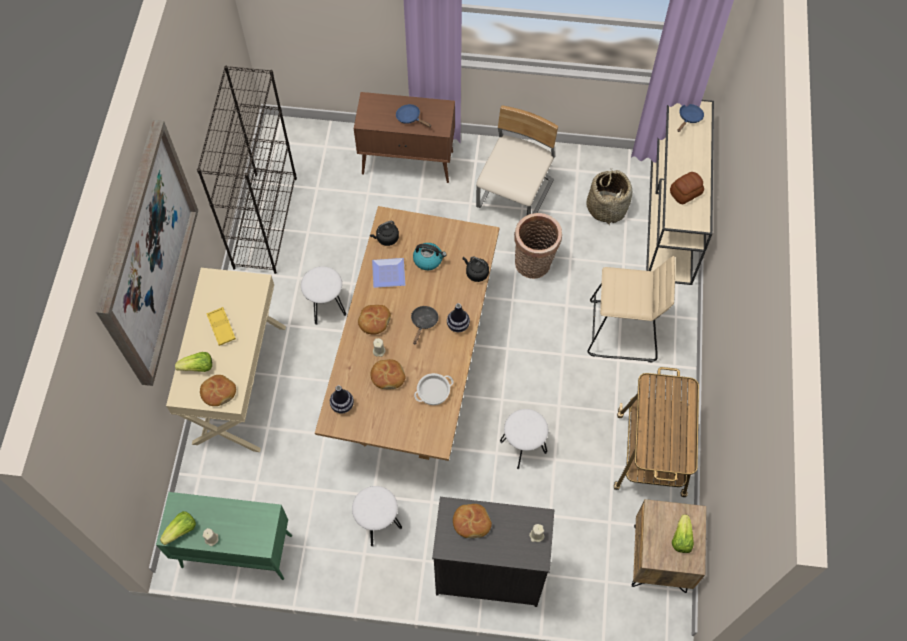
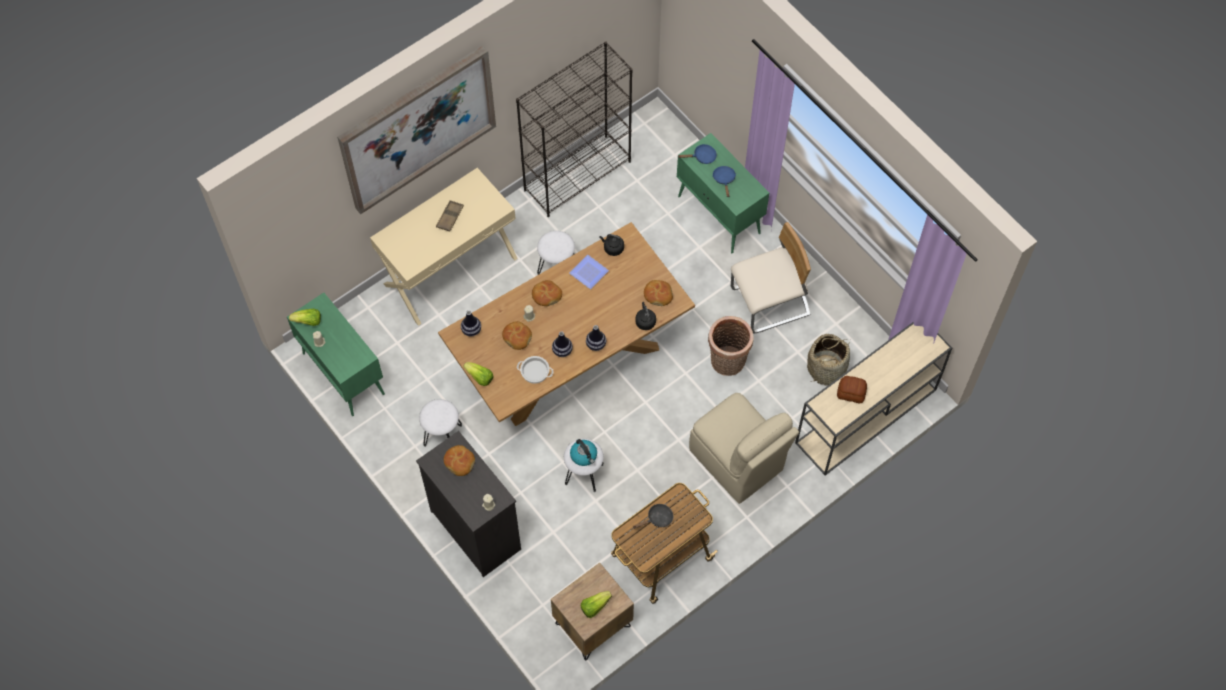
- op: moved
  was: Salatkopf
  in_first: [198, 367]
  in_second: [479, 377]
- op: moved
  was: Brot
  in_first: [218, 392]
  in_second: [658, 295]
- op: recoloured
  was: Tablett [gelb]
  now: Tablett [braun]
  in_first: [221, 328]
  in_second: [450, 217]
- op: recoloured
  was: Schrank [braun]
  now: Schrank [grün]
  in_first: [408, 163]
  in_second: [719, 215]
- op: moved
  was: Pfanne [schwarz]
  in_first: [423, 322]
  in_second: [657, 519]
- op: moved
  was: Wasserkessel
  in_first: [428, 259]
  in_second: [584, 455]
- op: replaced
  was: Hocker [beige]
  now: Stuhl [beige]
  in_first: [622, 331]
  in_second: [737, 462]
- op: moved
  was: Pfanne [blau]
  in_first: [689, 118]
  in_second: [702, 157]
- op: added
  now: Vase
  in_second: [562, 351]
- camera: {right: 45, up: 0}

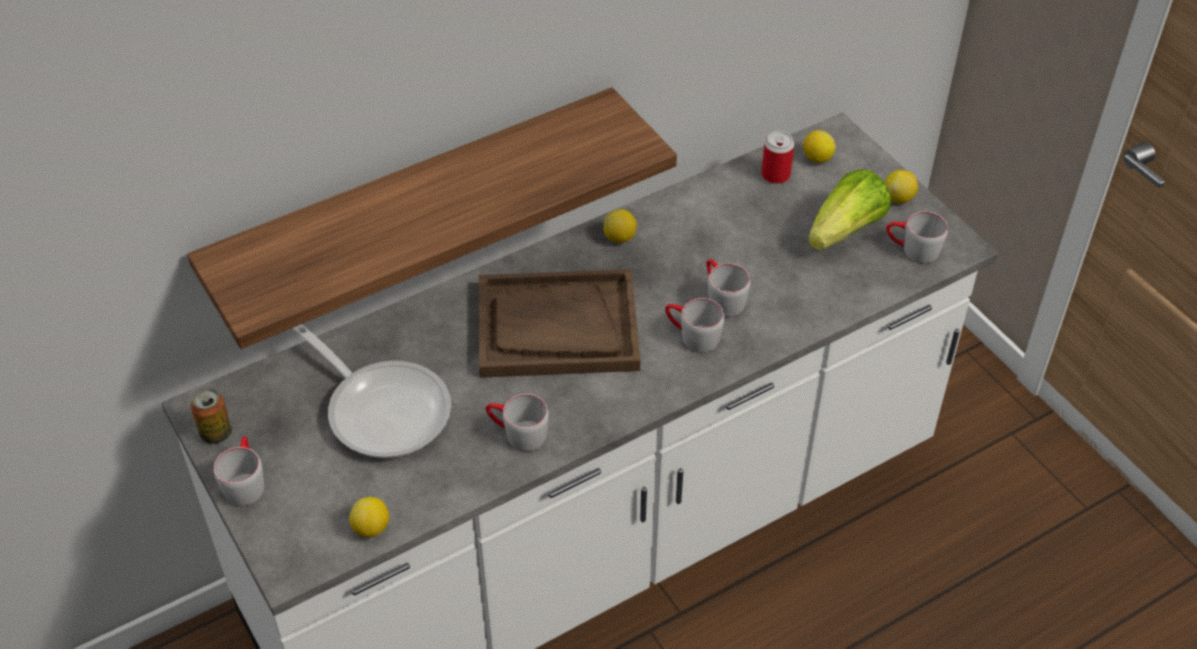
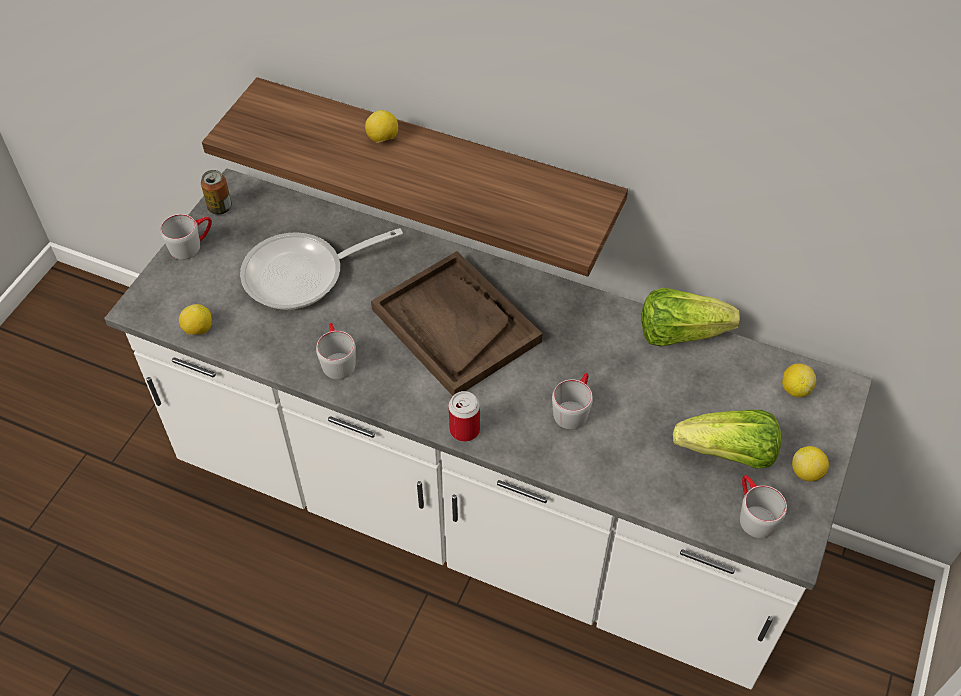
- op: turned
  was: Pfanne
  in_first: [383, 409]
  in_second: [303, 275]
  clockwise: 60
- op: moved
  was: Zitrone
  in_first: [620, 238]
  in_second: [383, 139]
- op: removed
  was: Henkelbecher [grau]
  in_first: [691, 336]
- op: moved
  was: Dose
  in_first: [775, 175]
  in_second: [464, 430]
- op: added
  now: Salatkopf
  in_second: [680, 333]
- camera: {right: 55, up: 5}

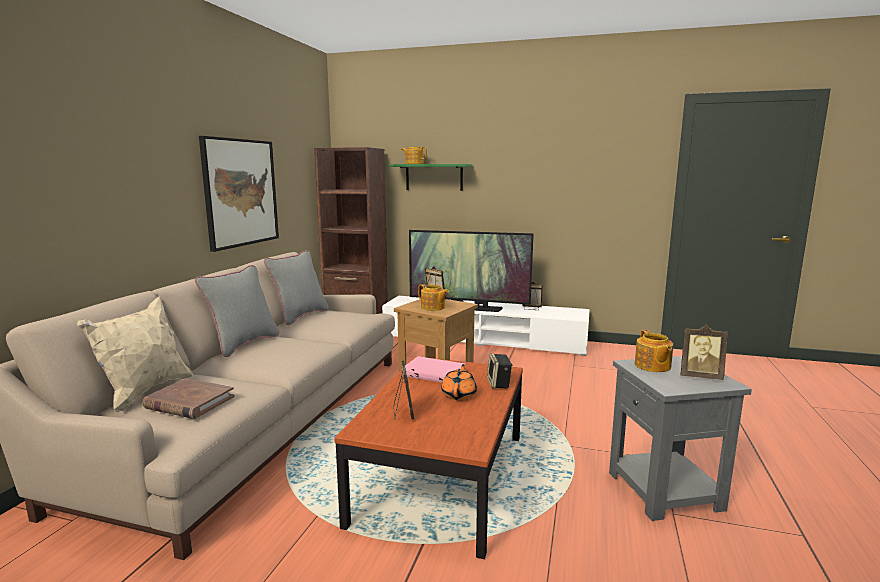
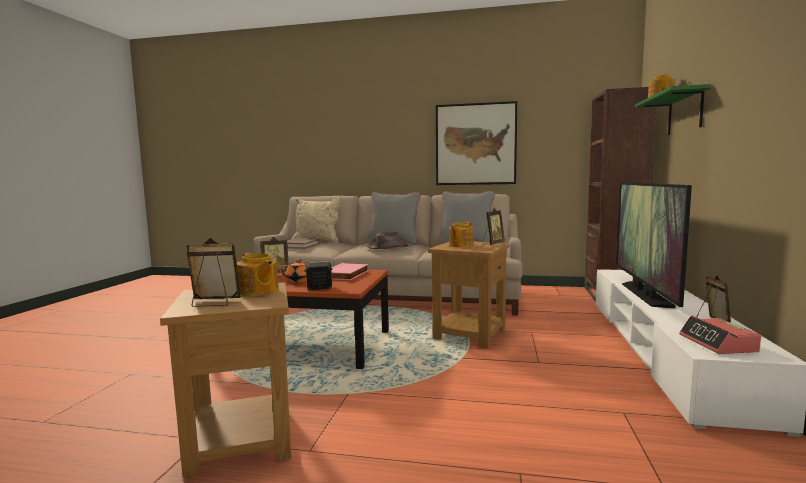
- op: recoloured
  was: Beistelltisch [grau]
  now: Beistelltisch [braun]
  in_first: [665, 491]
  in_second: [240, 441]
- op: turned
  was: Teekanne
  in_first: [652, 366]
  in_second: [258, 291]
  clockwise: -120
- op: turned
  was: Bilderrahmen
  in_first: [700, 376]
  in_second: [214, 303]
  clockwise: 75
- op: added
  now: Hut [braun]
  in_second: [387, 247]
- op: added
  now: Wecker
  in_second: [718, 344]
- camera: {right: 85, up: -5}

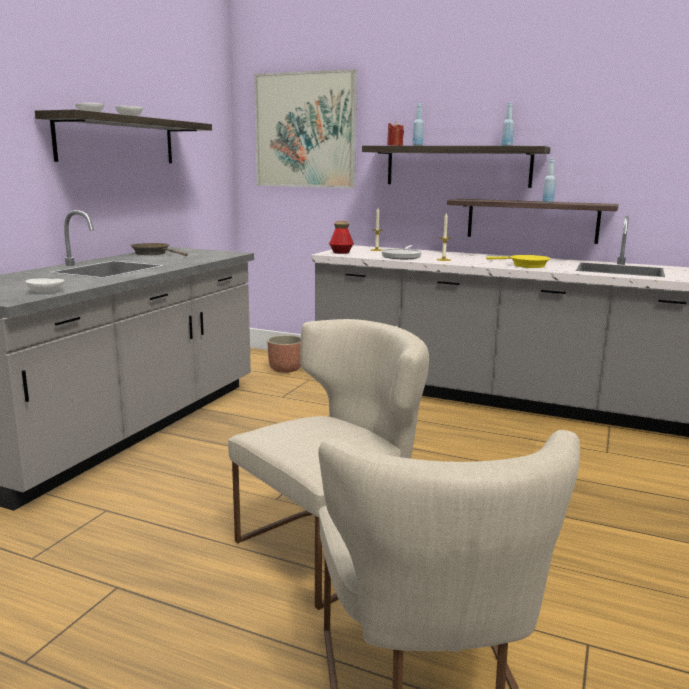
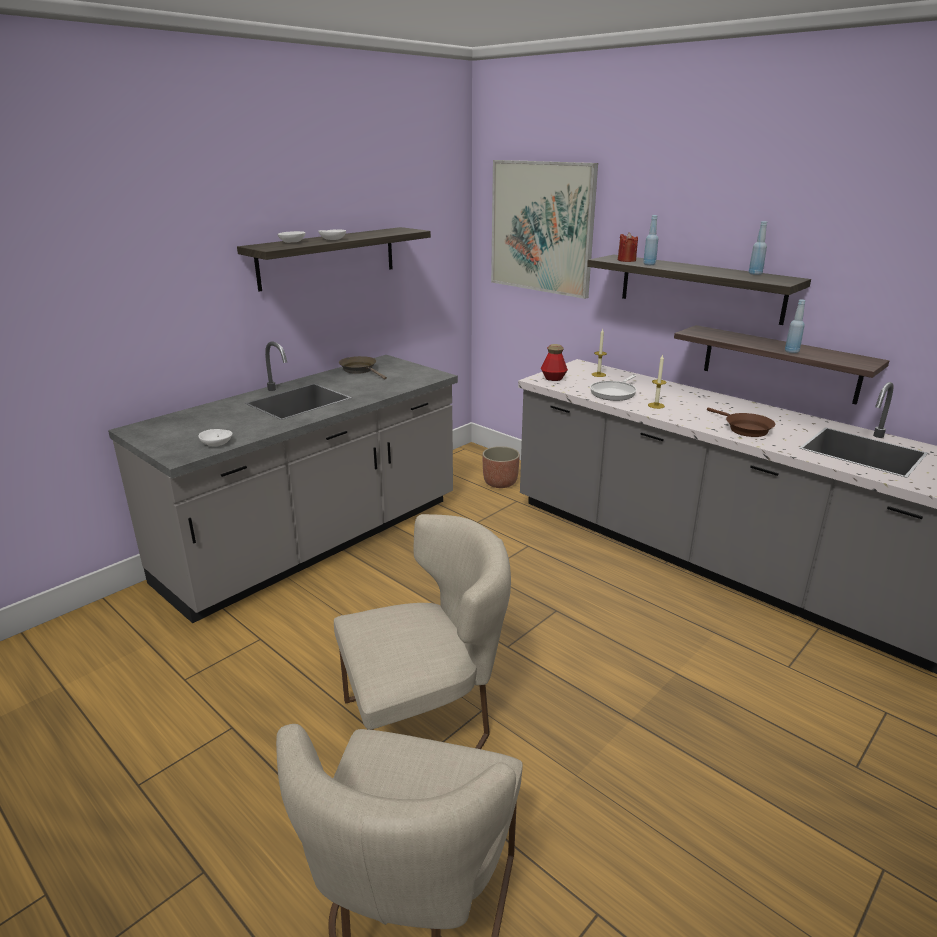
- op: recoloured
  was: Pfanne [gelb]
  now: Pfanne [braun]
  in_first: [525, 265]
  in_second: [744, 429]
- camera: {right: 20, up: 10}

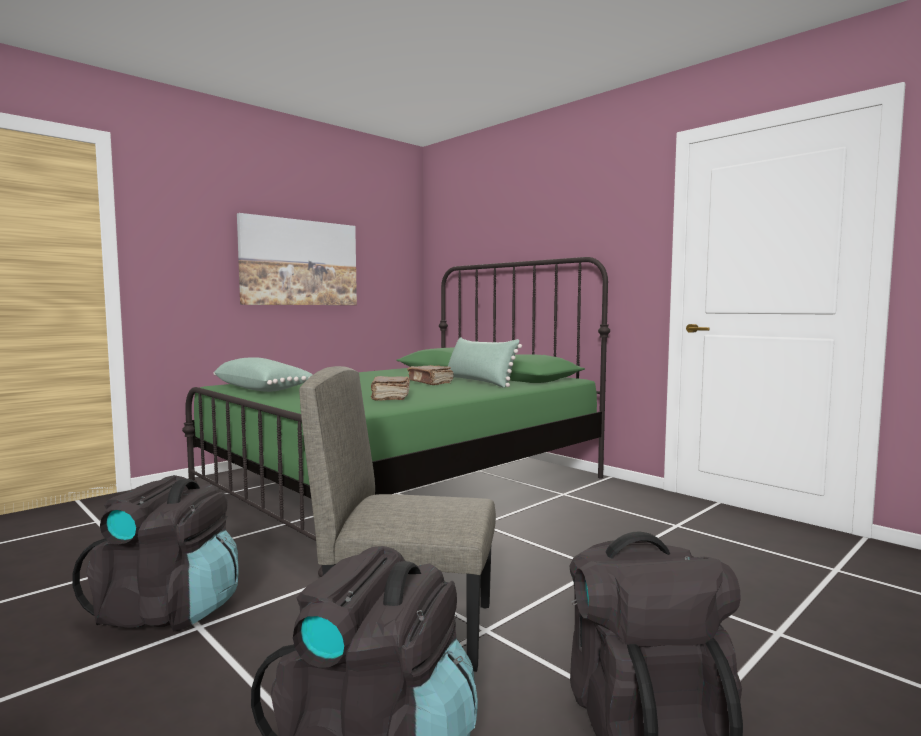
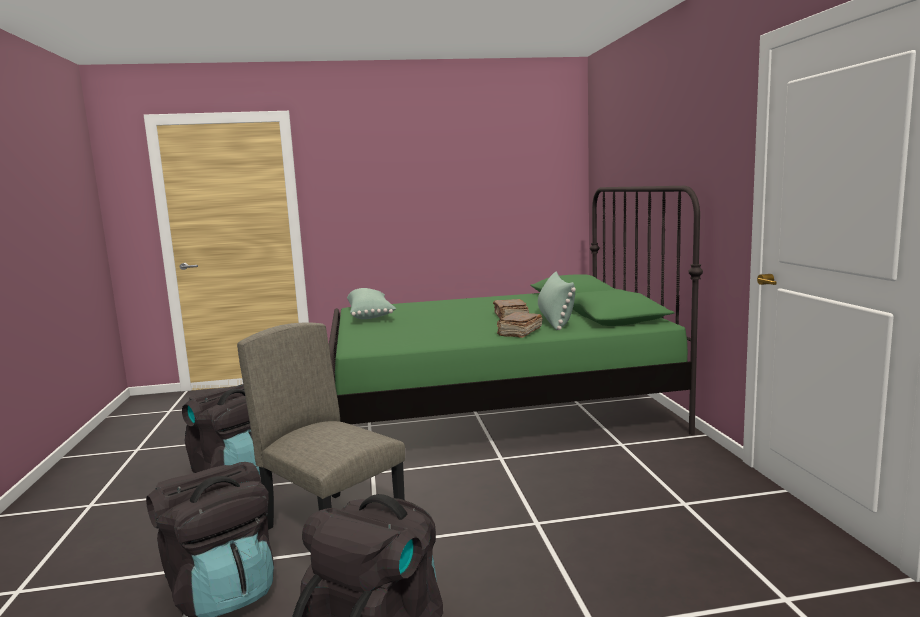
- op: removed
  was: Bild
  in_first: [299, 263]
- op: moved
  was: Buch [braun]
  in_first: [390, 397]
  in_second: [519, 332]
- camera: {right: 35, up: 5}

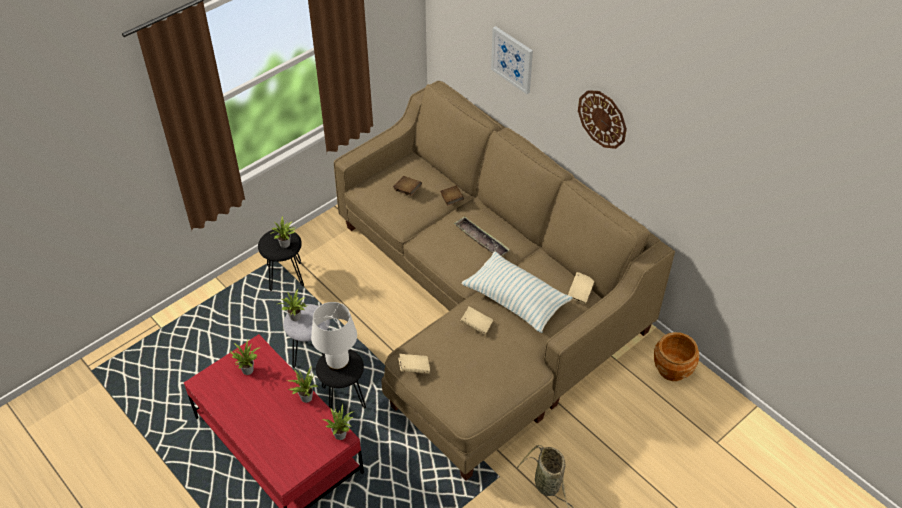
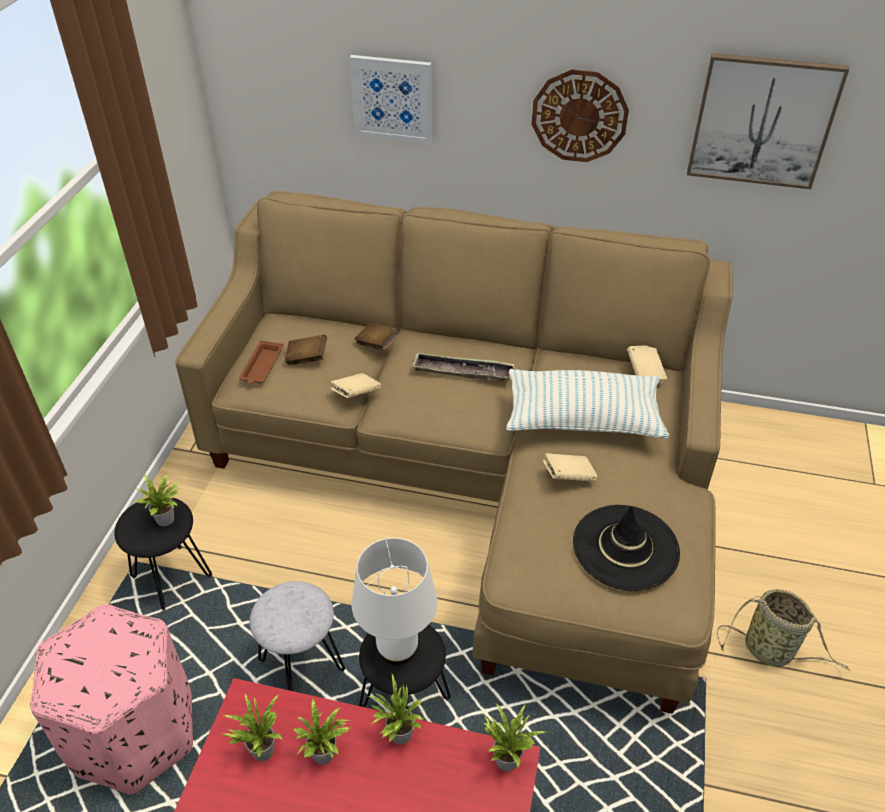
- op: moved
  was: Topfpflanze
  in_first: [296, 318]
  in_second: [326, 754]
- op: moved
  was: Buch [beige]
  in_first: [414, 368]
  in_second: [356, 394]
- op: removed
  was: Pflanzkübel [braun]
  in_first: [672, 369]
- op: added
  now: Polsterhocker [rosa]
  in_second: [135, 732]
- op: added
  now: Tablett [braun]
  in_second: [261, 366]
- op: added
  now: Hut [schwarz]
  in_second: [625, 547]
- op: added
  now: Bild
  in_second: [762, 121]
- camera: {right: -35, up: -5}

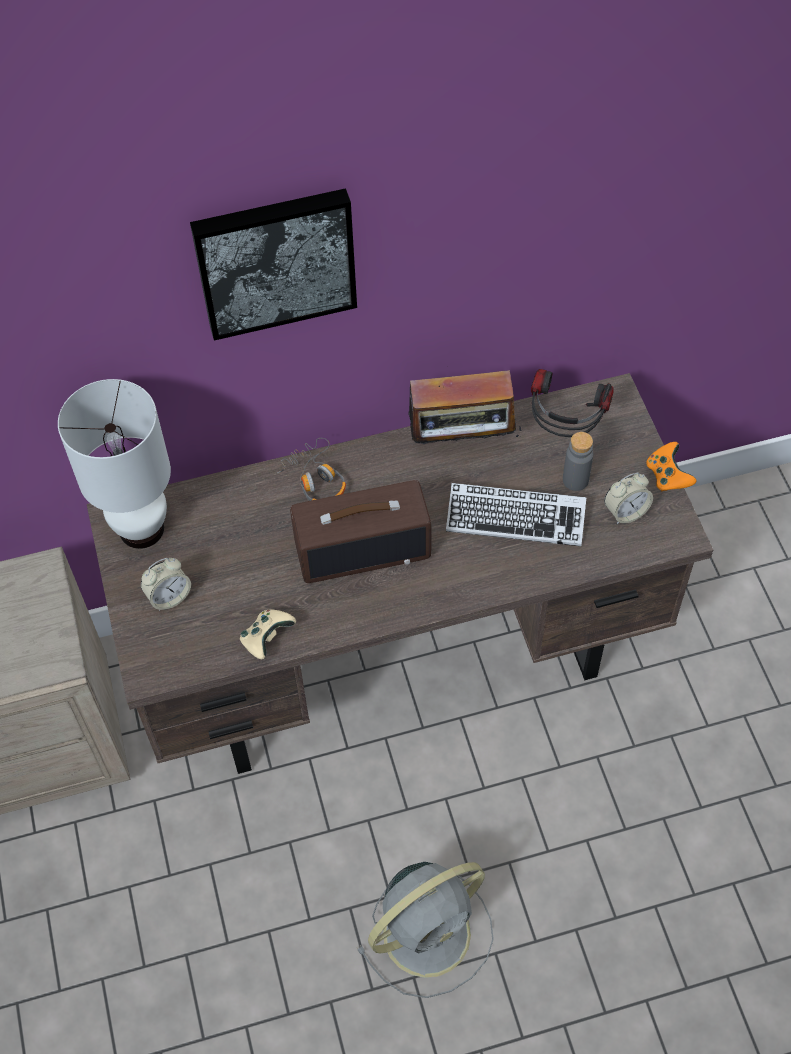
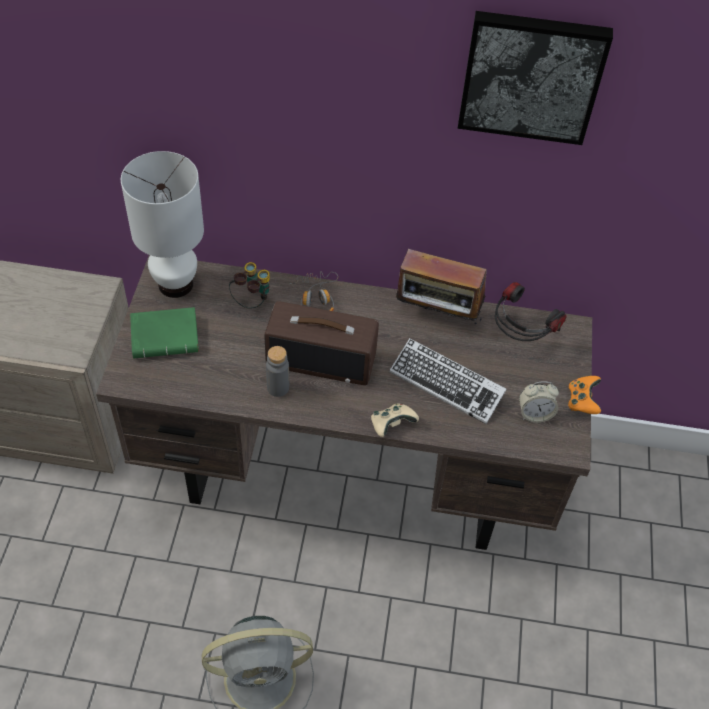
- op: replaced
  was: Wecker
  now: Buch [grün]
  in_first: [169, 596]
  in_second: [167, 336]
- op: moved
  was: Bild
  in_first: [275, 260]
  in_second: [531, 75]
- op: moved
  was: Gamepad [beige]
  in_first: [267, 638]
  in_second: [391, 425]
- op: moved
  was: Flasche [grau]
  in_first: [575, 480]
  in_second: [278, 387]
- op: added
  now: Fernglas
  in_second: [251, 301]
- camera: {right: 20, up: -5}

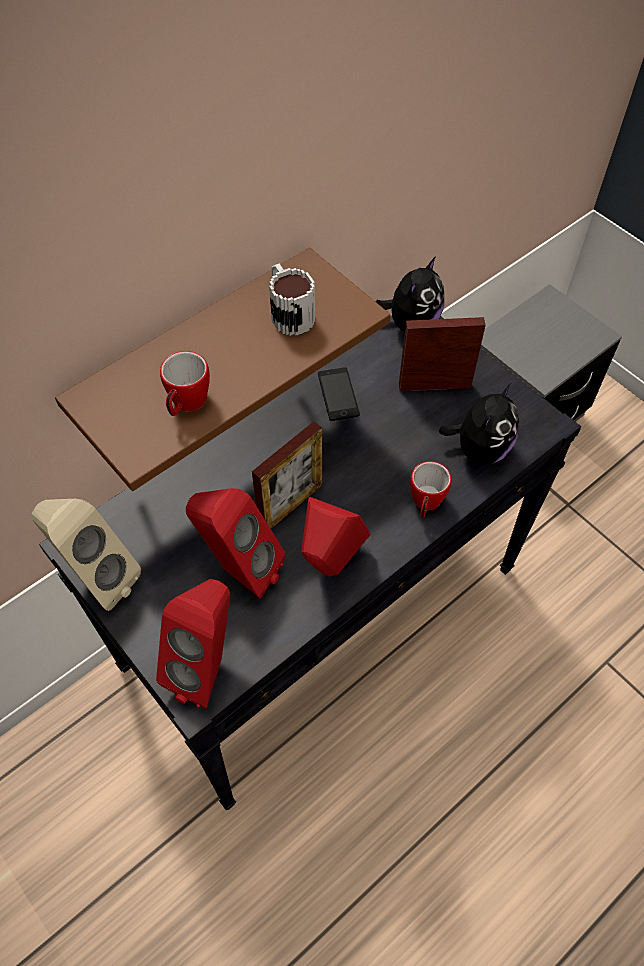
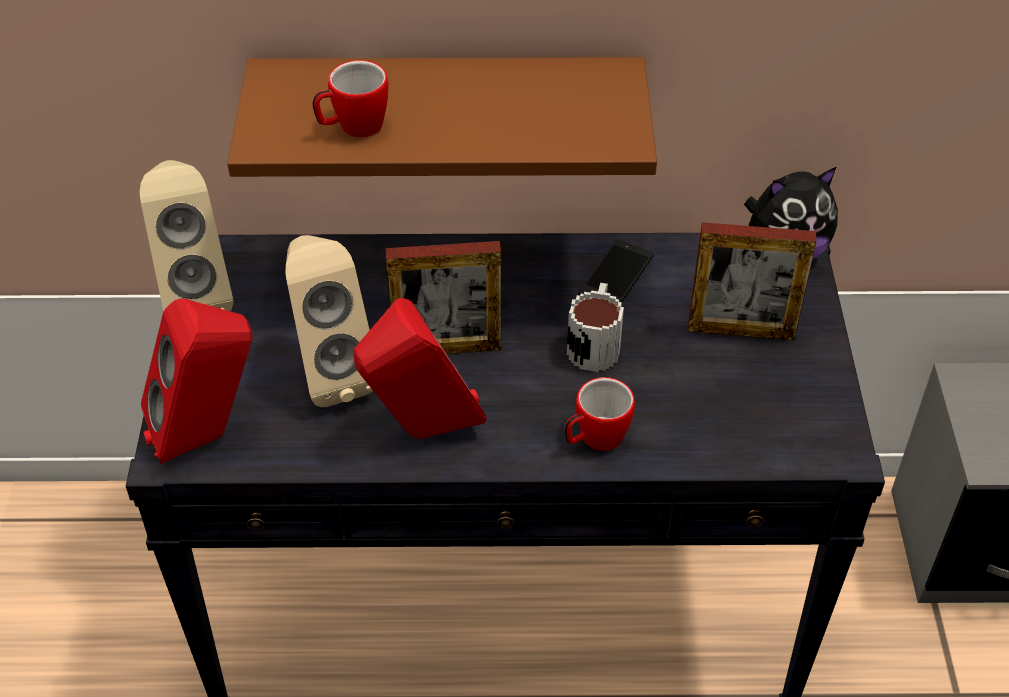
- op: recoloured
  was: Lautsprecher [rot]
  now: Lautsprecher [beige]
  in_first: [239, 569]
  in_second: [332, 372]
- op: moved
  was: Henkelbecher
  in_first: [288, 312]
  in_second: [595, 342]
- op: turned
  was: Bilderrahmen
  in_first: [434, 385]
  in_second: [740, 330]
  clockwise: 150
- op: removed
  was: Plüschtier
  in_first: [479, 449]
- camera: {right: 40, up: -10}

